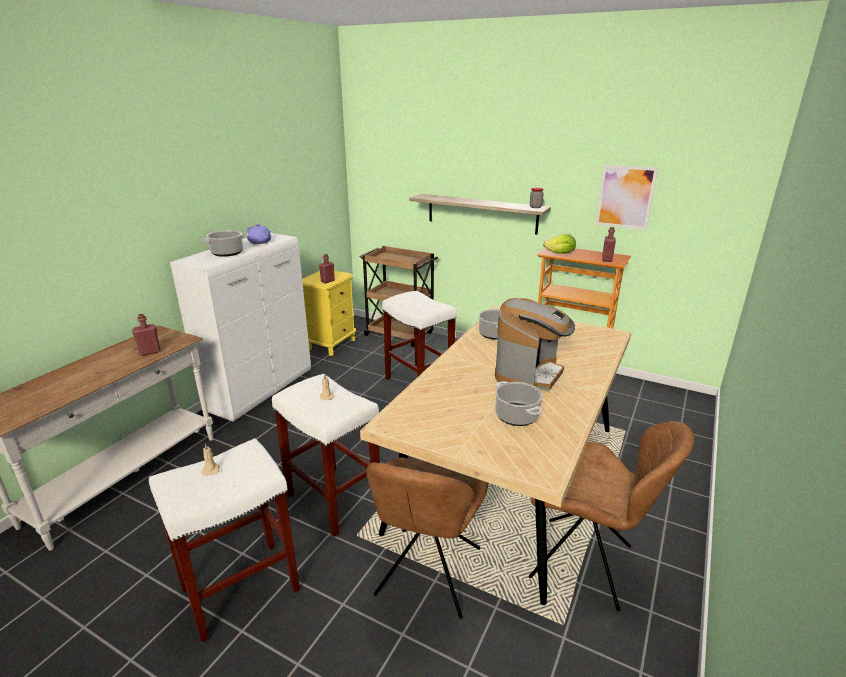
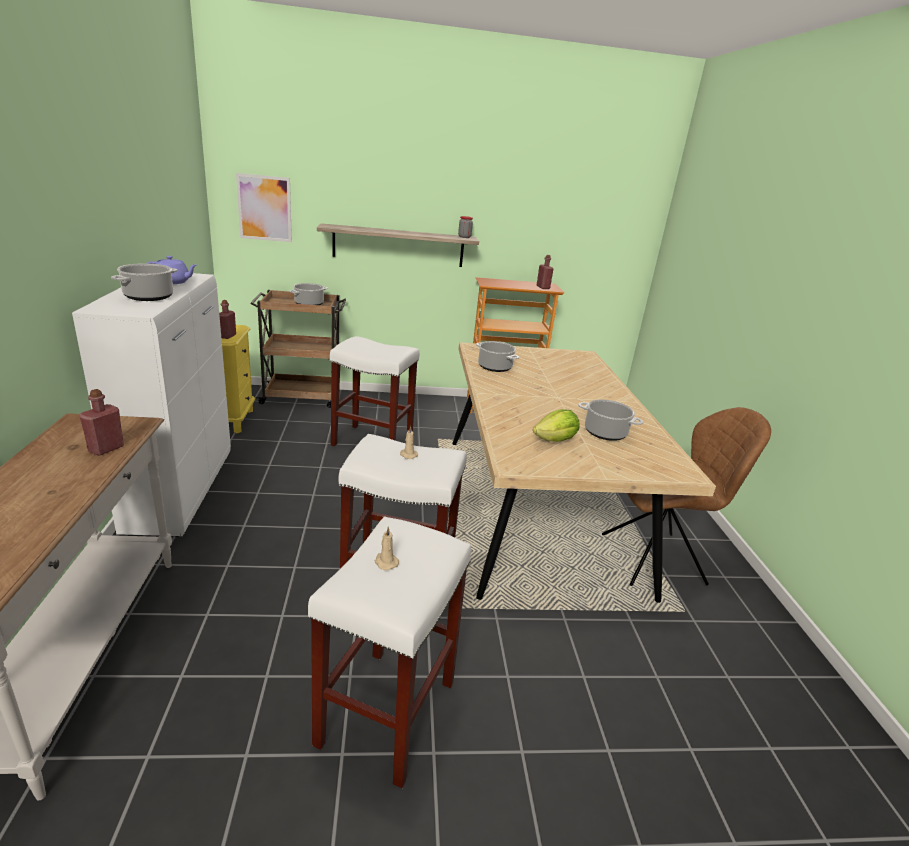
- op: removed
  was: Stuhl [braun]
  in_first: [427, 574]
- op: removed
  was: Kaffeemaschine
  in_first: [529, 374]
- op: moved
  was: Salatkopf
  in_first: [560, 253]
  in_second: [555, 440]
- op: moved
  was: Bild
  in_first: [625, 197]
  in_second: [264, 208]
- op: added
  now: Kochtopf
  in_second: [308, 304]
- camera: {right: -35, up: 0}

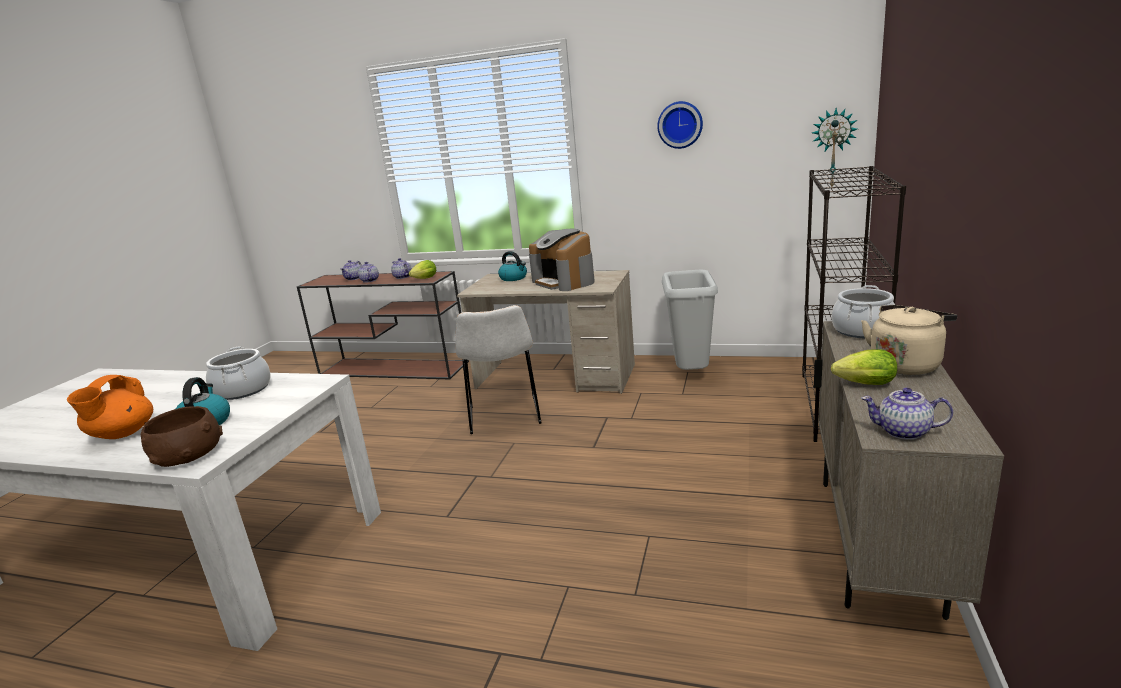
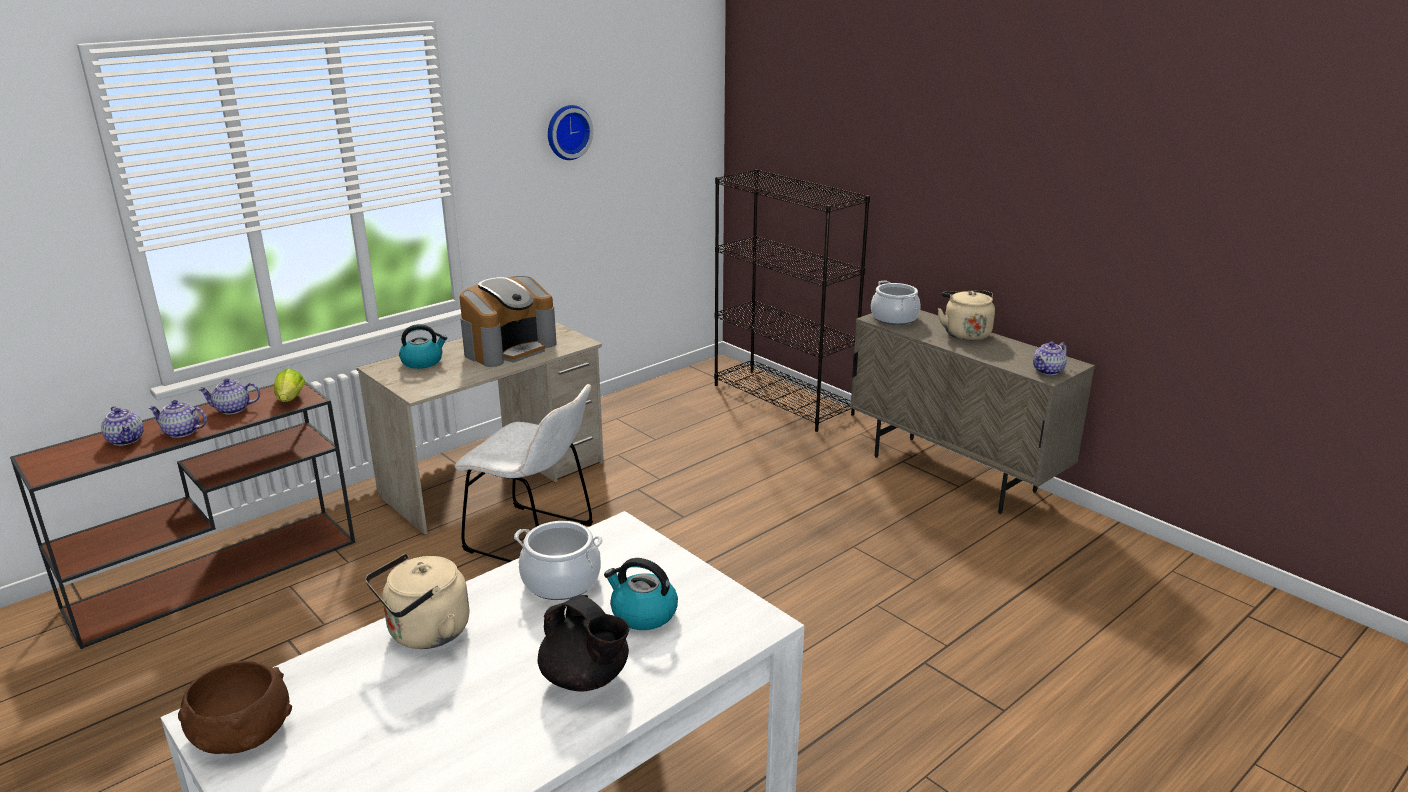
- op: recoloured
  was: Teekanne [orange]
  now: Teekanne [schwarz]
  in_first: [122, 434]
  in_second: [586, 678]
- op: moved
  was: Schüssel [braun]
  in_first: [188, 454]
  in_second: [241, 729]
- op: turned
  was: Kaffeemaschine
  in_first: [564, 282]
  in_second: [509, 348]
  clockwise: -45
- op: removed
  was: Mülleimer [grau]
  in_first: [692, 374]
- op: removed
  was: Wanduhr
  in_first: [833, 148]
- op: removed
  was: Salatkopf
  in_first: [861, 384]
- op: added
  now: Wasserkessel [beige]
  in_second: [425, 633]
- camera: {right: -60, up: 5}

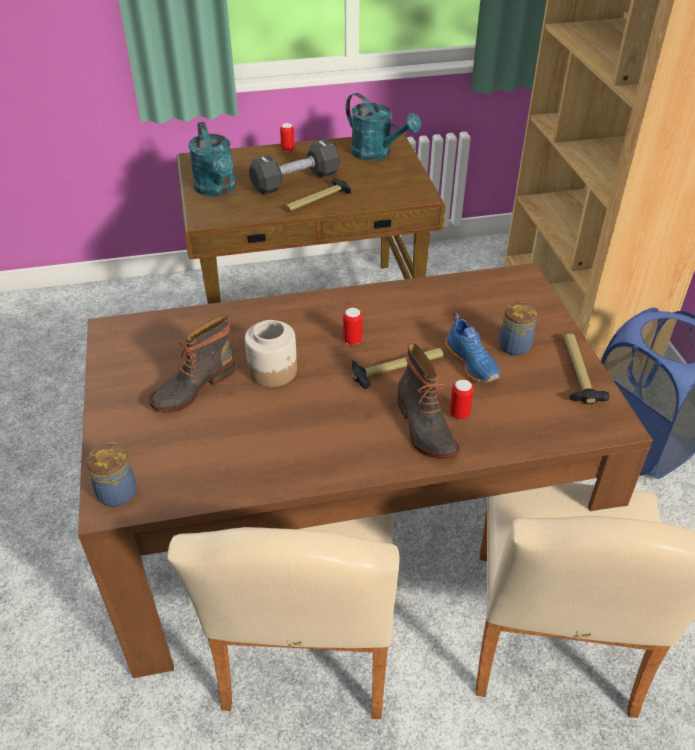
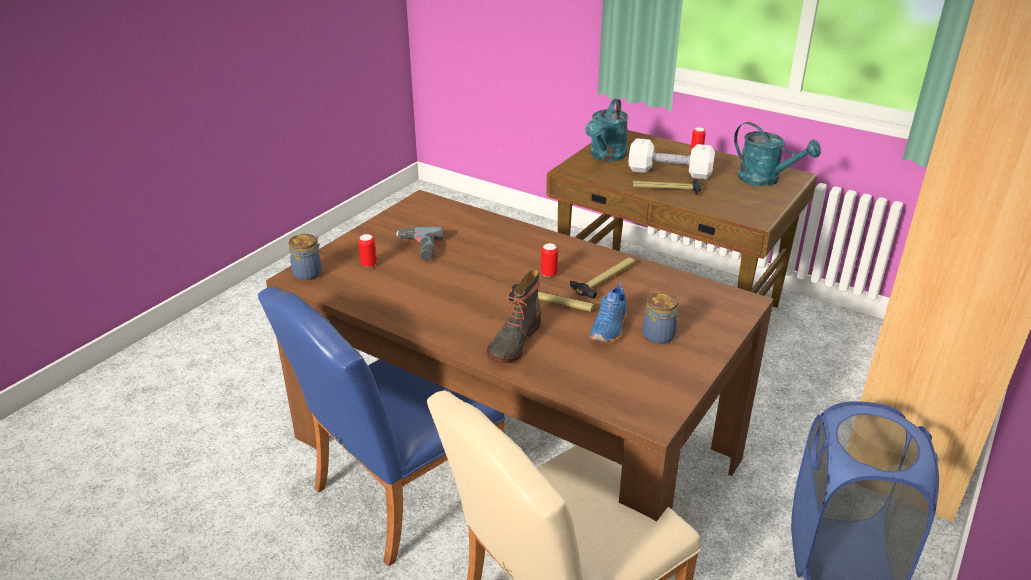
- op: replaced
  was: Stiefel
  now: Bohrmaschine
  in_first: [192, 387]
  in_second: [418, 248]
- op: recoloured
  was: Stuhl [beige]
  now: Stuhl [blau]
  in_first: [306, 649]
  in_second: [397, 495]
- op: removed
  was: Vorratsglas
  in_first: [273, 371]
- op: recoloured
  was: Hantel [schwarz]
  now: Hantel [weiß]
  in_first: [295, 181]
  in_second: [669, 172]
- op: turned
  was: Gießkanne [türkis]
  in_first: [377, 154]
  in_second: [765, 180]
  clockwise: -45
- op: moved
  was: Dose
  in_first: [459, 414]
  in_second: [369, 264]
- op: moved
  was: Hammer
  in_first: [577, 372]
  in_second: [605, 280]
- camera: {right: 45, up: -10}

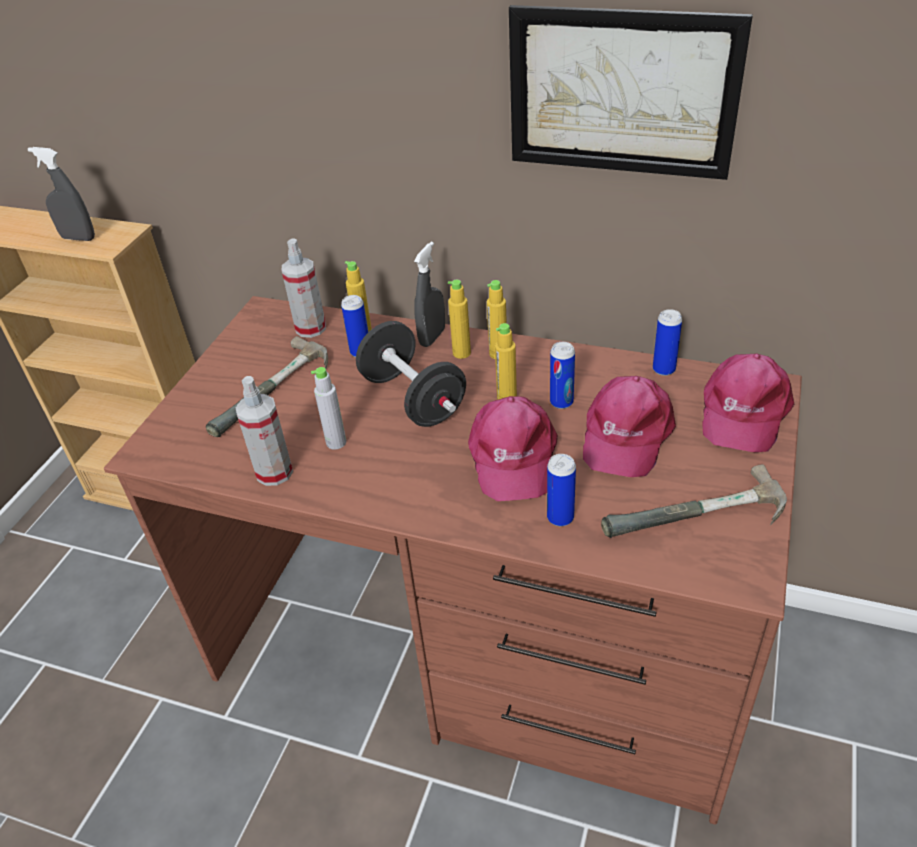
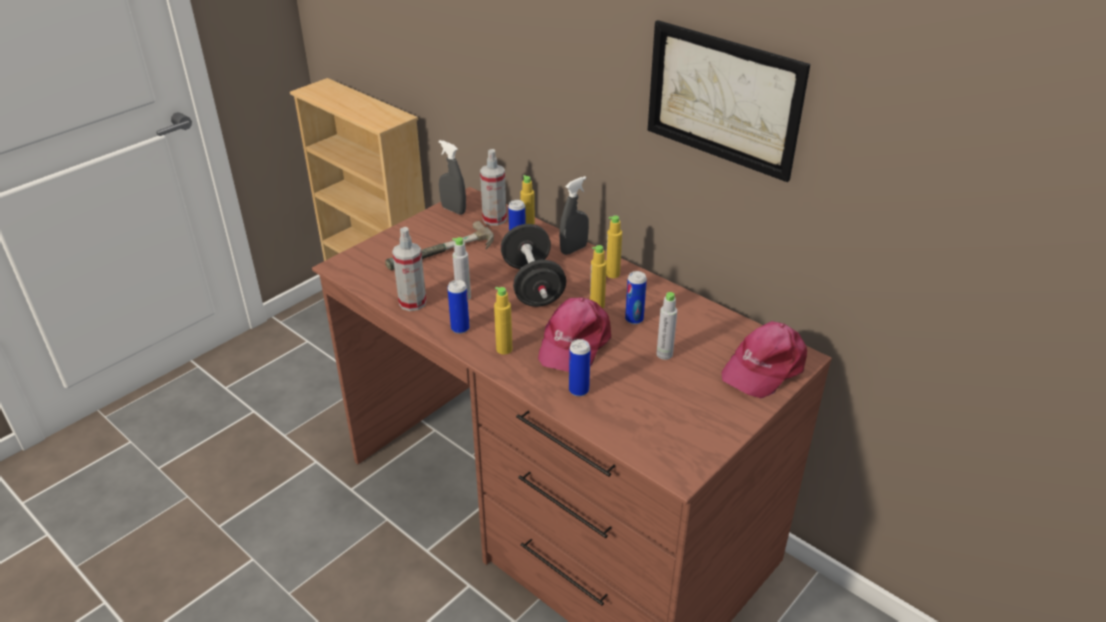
- op: moved
  was: Sprühflasche [grau]
  in_first: [78, 238]
  in_second: [453, 210]
- op: moved
  was: Flasche [gelb]
  in_first: [461, 353]
  in_second: [504, 349]
- op: replaced
  was: Kappe [rosa]
  now: Flasche [grau]
  in_first: [625, 434]
  in_second: [664, 354]
- op: removed
  was: Hammer
  in_first: [698, 520]
- op: moved
  was: Dose
  in_first: [663, 369]
  in_second: [460, 328]
- camera: {right: 20, up: -5}

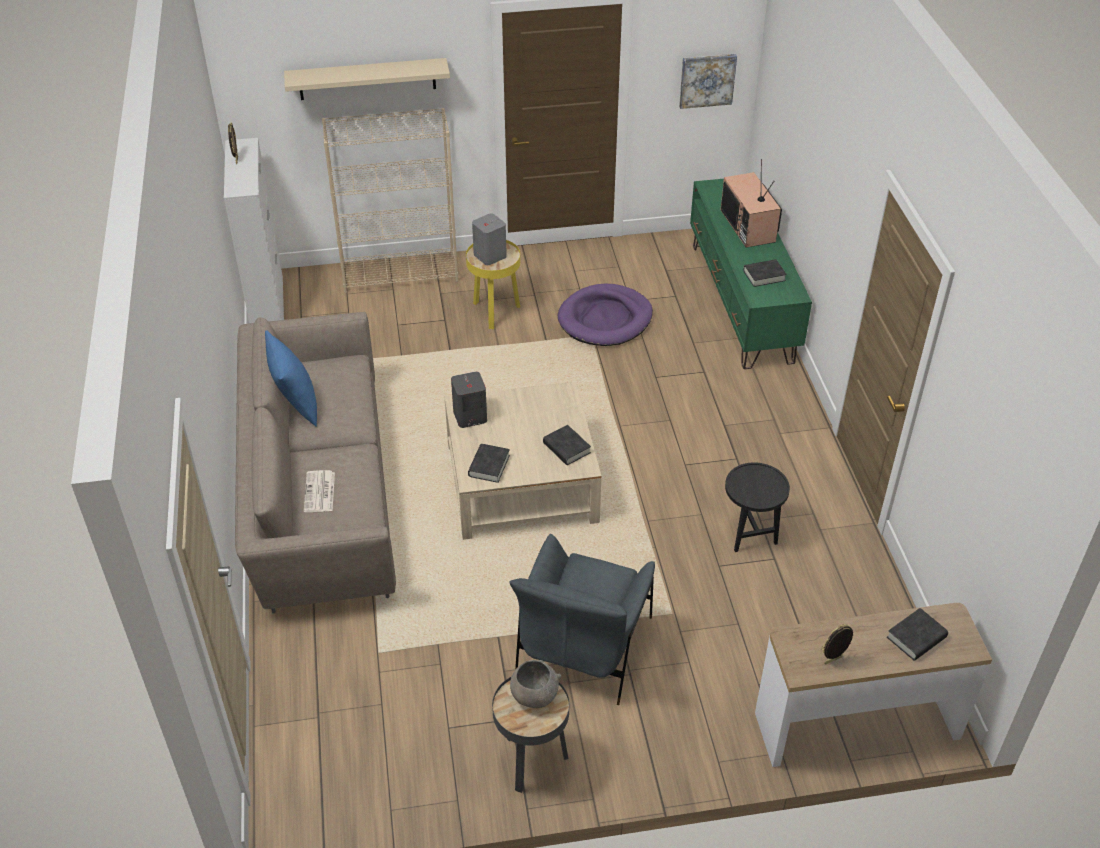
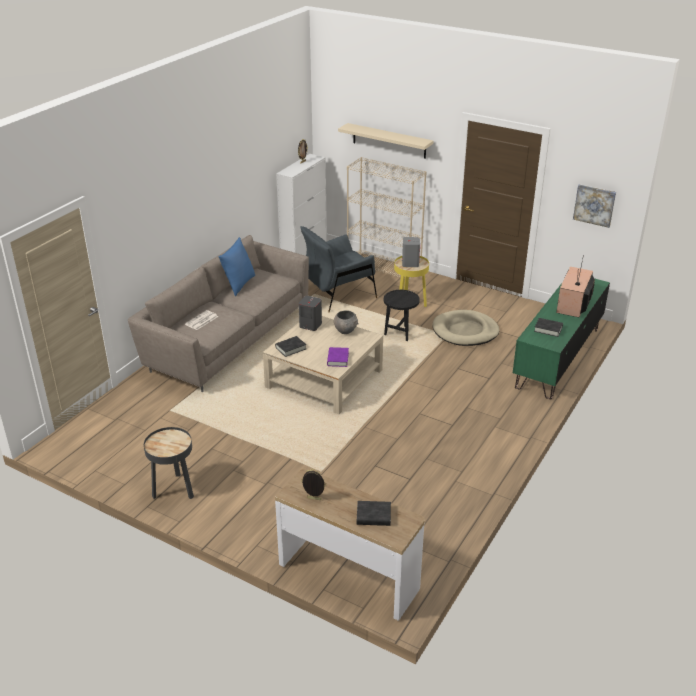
- op: moved
  was: Sessel [grau]
  in_first: [583, 647]
  in_second: [339, 294]
- op: moved
  was: Schüssel [grau]
  in_first: [534, 696]
  in_second: [345, 330]
- op: recoloured
  was: Buch [schwarz]
  now: Buch [lila]
  in_first: [566, 448]
  in_second: [338, 359]
- op: recoloured
  was: Hundebett [lila]
  now: Hundebett [beige]
  in_first: [605, 319]
  in_second: [465, 331]
- op: moved
  was: Beistelltisch [schwarz]
  in_first: [749, 533]
  in_second: [400, 333]
- camera: {right: 40, up: -10}

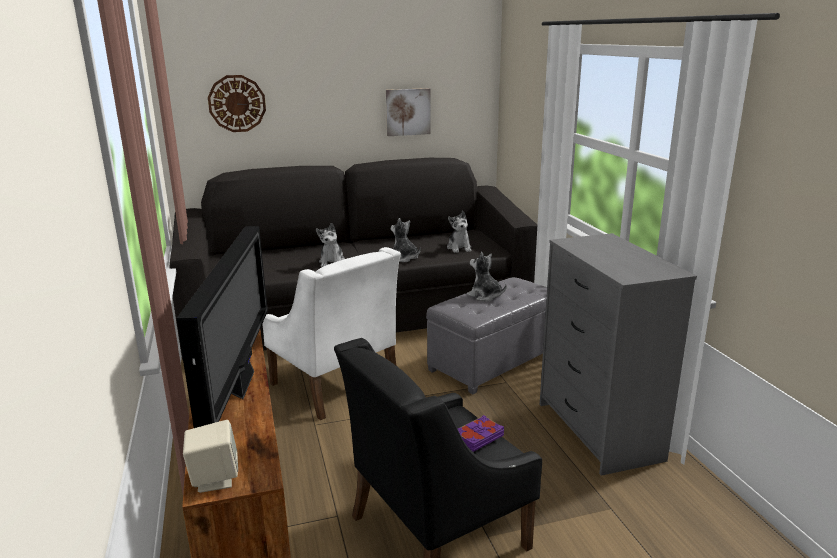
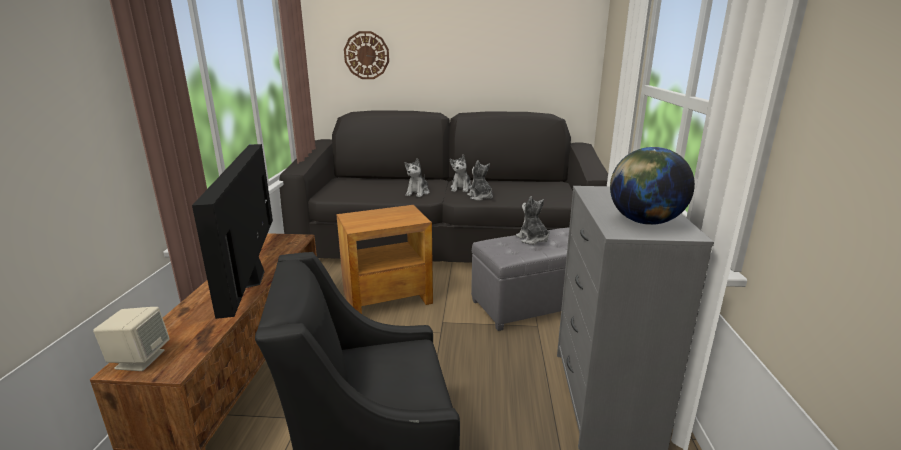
- op: turned
  was: Fernseher
  in_first: [242, 383]
  in_second: [252, 278]
  clockwise: 150
- op: replaced
  was: Sessel [weiß]
  now: Beistelltisch [braun]
  in_first: [335, 384]
  in_second: [386, 297]
- op: removed
  was: Bild
  in_first: [408, 112]
- op: moved
  was: Plüschtier
  in_first: [459, 248]
  in_second: [461, 188]
- op: removed
  was: Buch [lila]
  in_first: [477, 437]
- op: added
  now: Globus
  in_second: [644, 222]
- camera: {right: 20, up: 0}

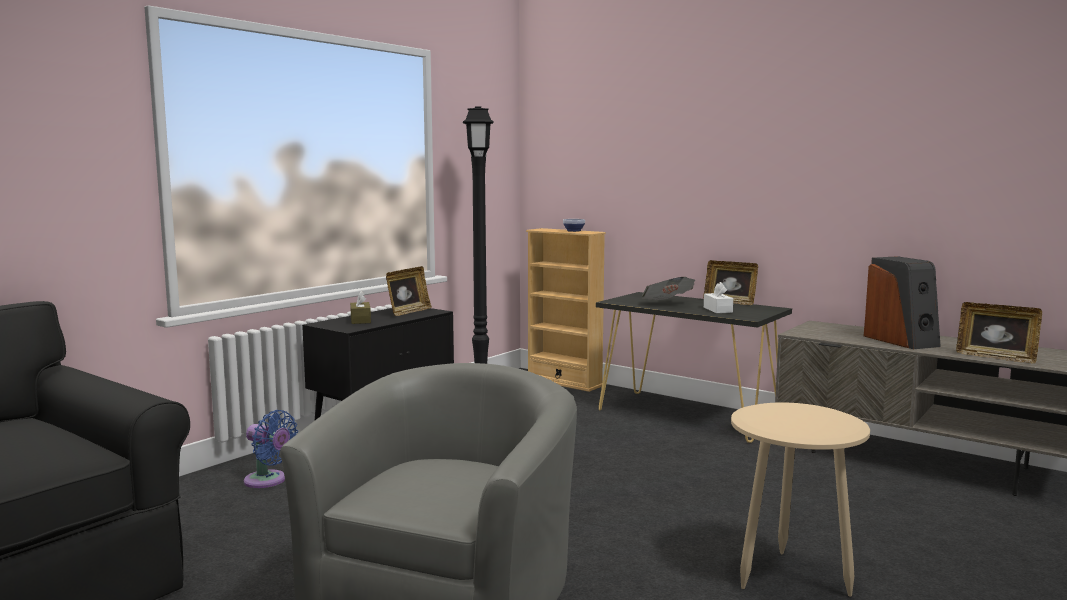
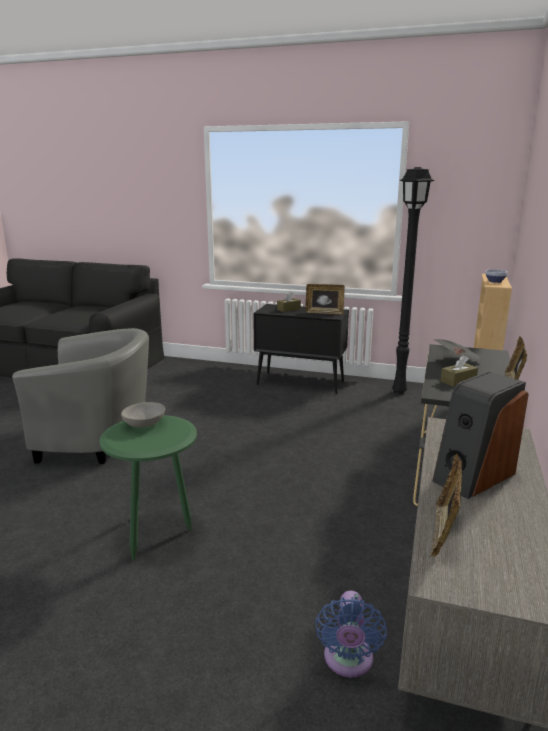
- op: moved
  was: Ventilator [blau]
  in_first: [268, 481]
  in_second: [348, 661]
- op: recoloured
  was: Taschentuchbox [weiß]
  now: Taschentuchbox [braun]
  in_first: [717, 310]
  in_second: [458, 381]
- op: recoloured
  was: Beistelltisch [beige]
  now: Beistelltisch [grün]
  in_first: [790, 575]
  in_second: [157, 534]
- op: added
  now: Schüssel [grau]
  in_second: [145, 424]
- camera: {right: 70, up: 10}

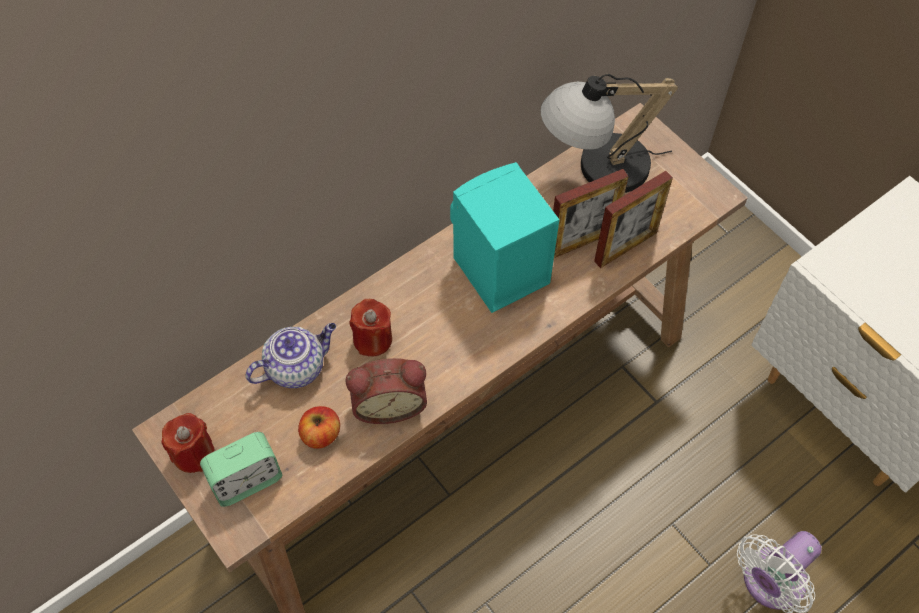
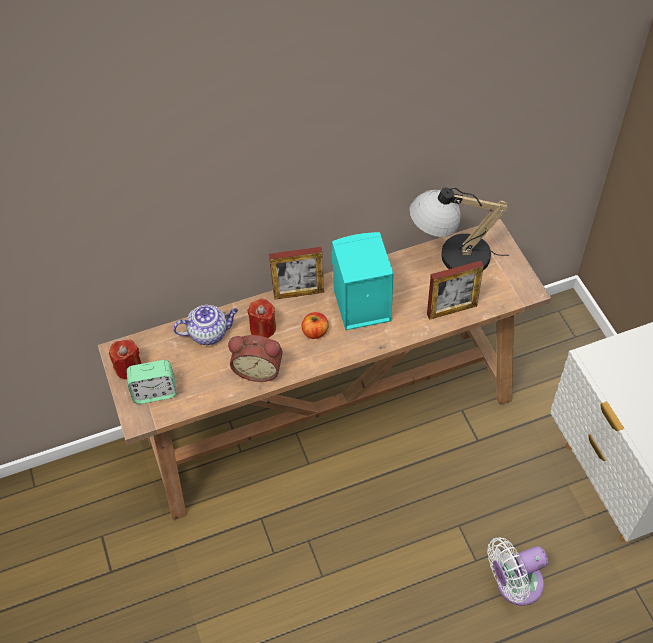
- op: moved
  was: Apfel
  in_first: [321, 434]
  in_second: [315, 332]
- op: moved
  was: Bilderrahmen
  in_first: [581, 241]
  in_second: [298, 293]
- camera: {right: 20, up: -5}

